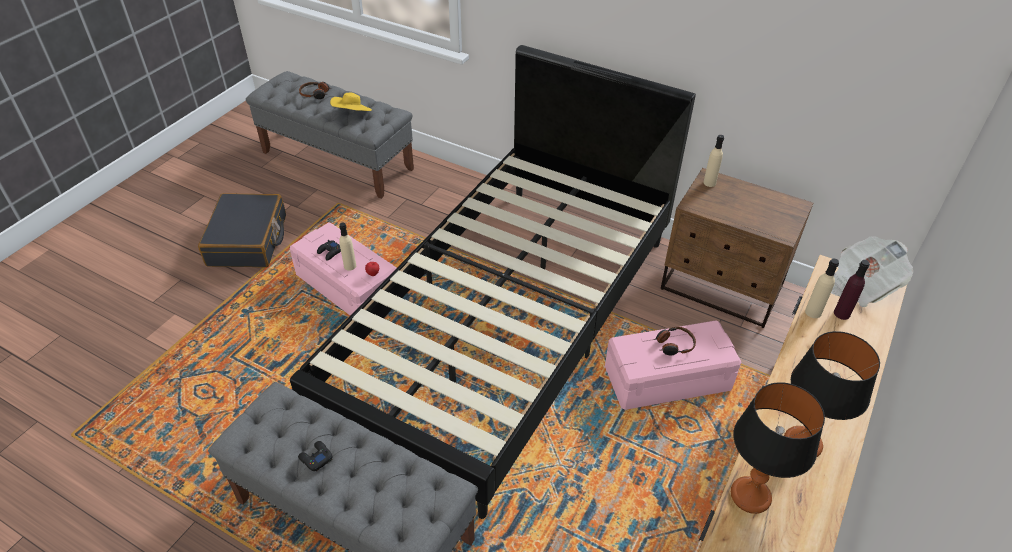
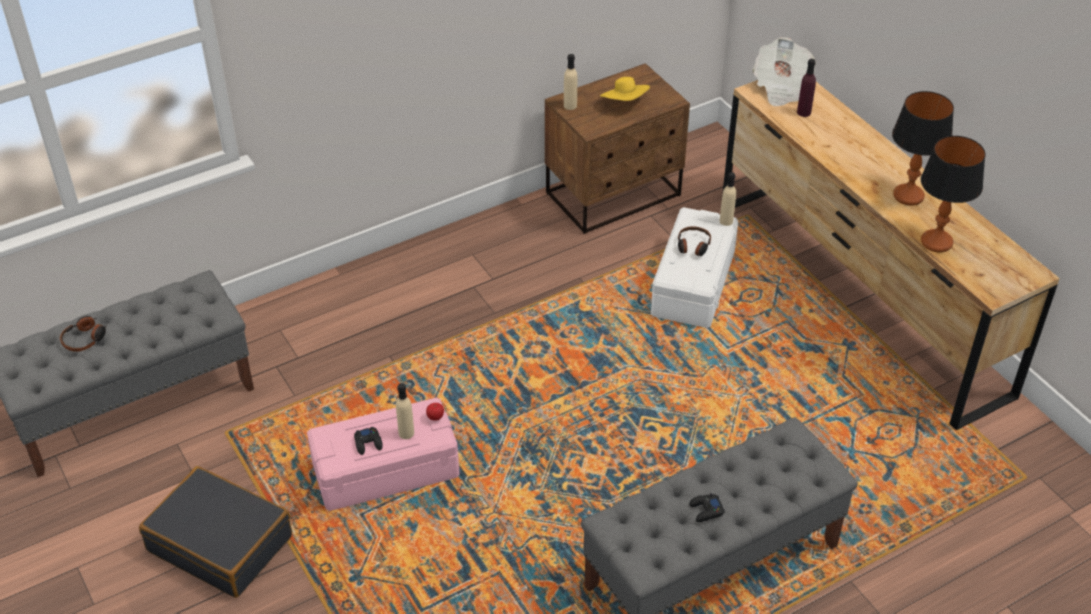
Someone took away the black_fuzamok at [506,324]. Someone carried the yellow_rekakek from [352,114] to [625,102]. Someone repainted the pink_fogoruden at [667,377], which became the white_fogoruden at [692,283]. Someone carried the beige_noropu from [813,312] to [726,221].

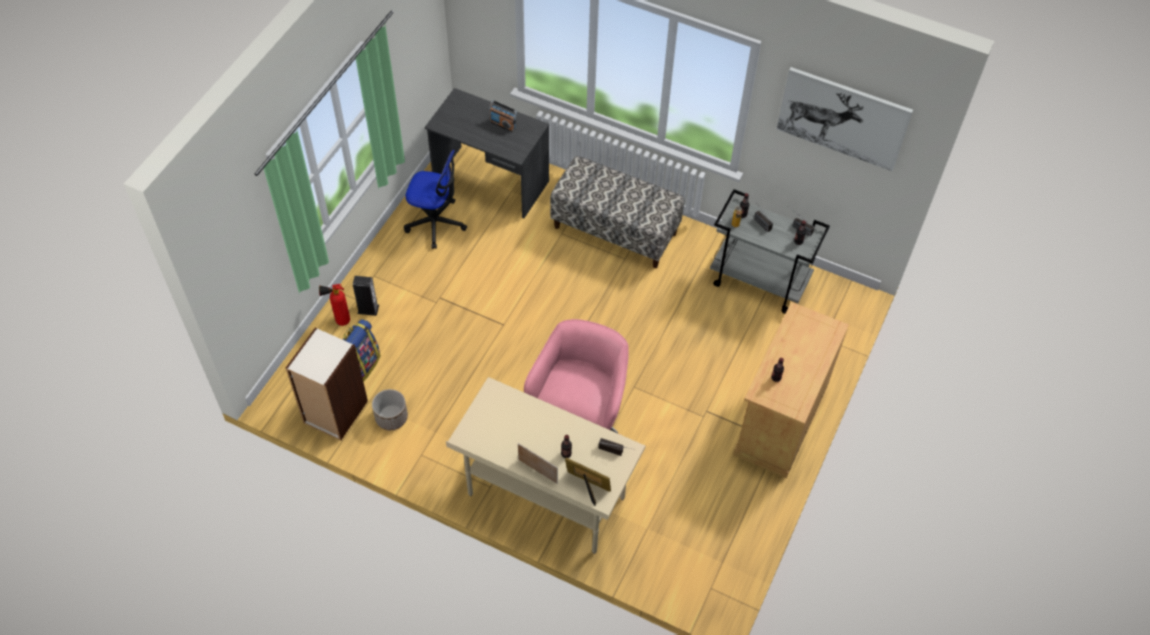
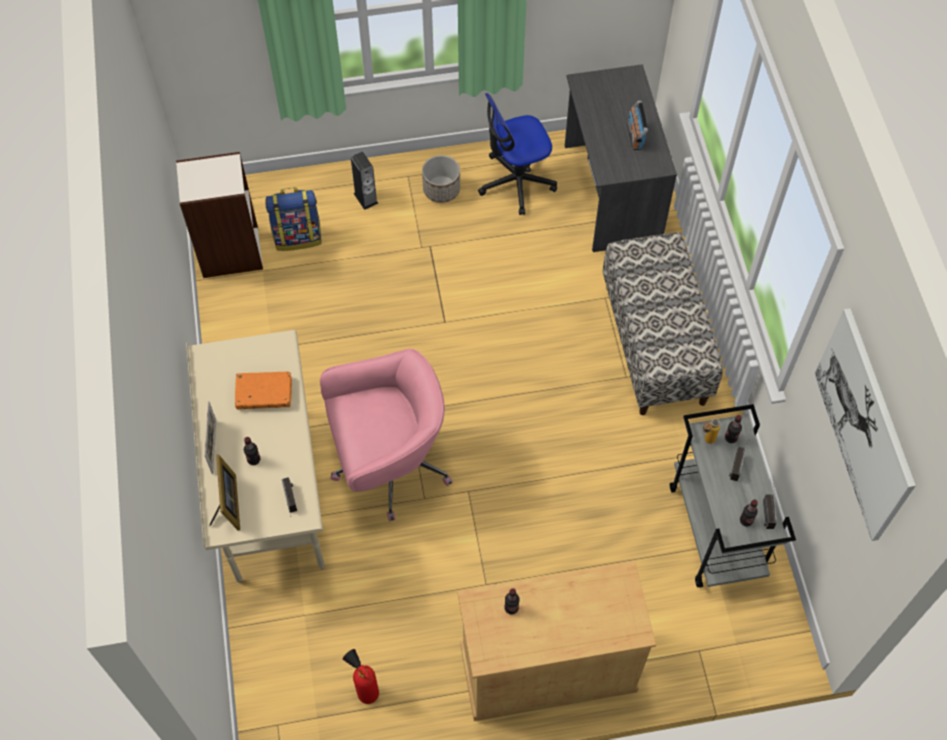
Someone carried the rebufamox from [339,321] to [365,690]. Someone carried the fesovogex from [391,417] to [441,189]. Someone rotated the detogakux at [435,223] by 90 degrees clockwise. Someone put down the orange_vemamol at [264,394].

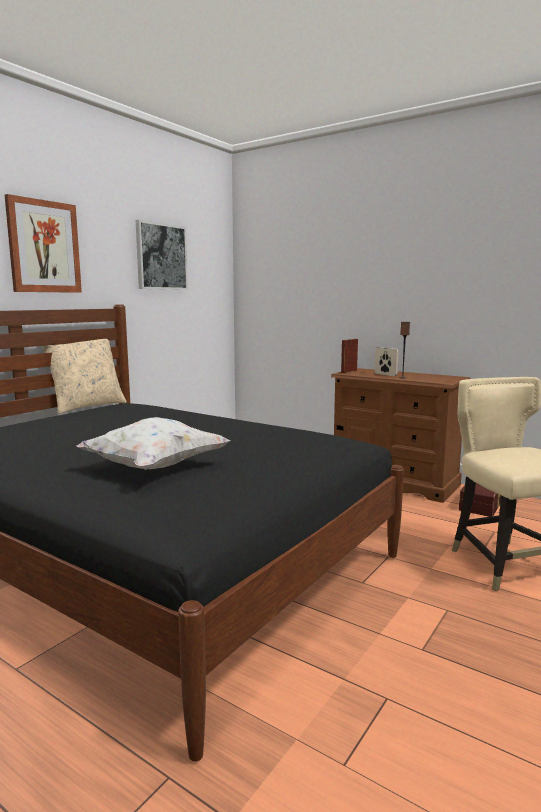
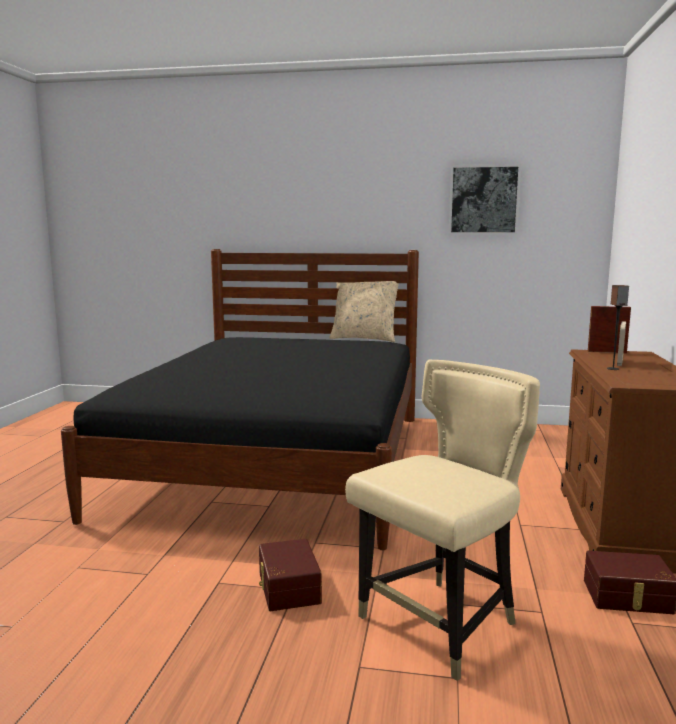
Someone took away the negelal at [44,247]. Someone took away the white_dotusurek at [155,467]. Someone put down the brown_fogoruden at [287,588].

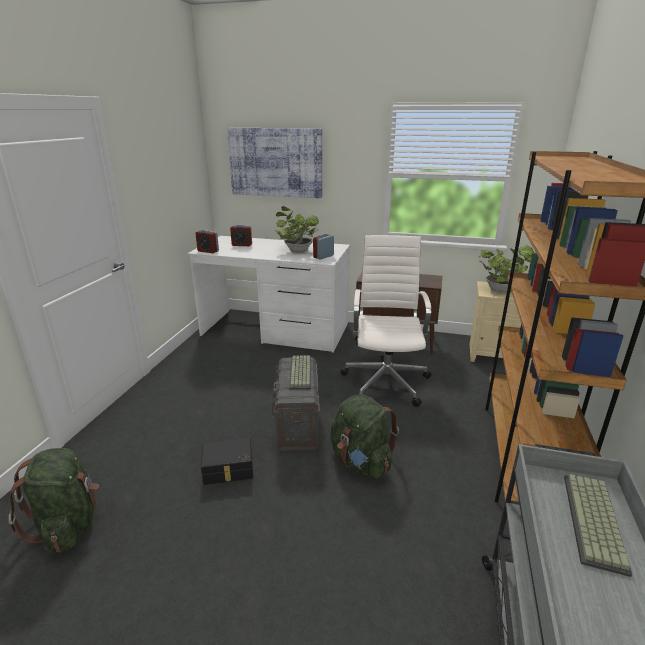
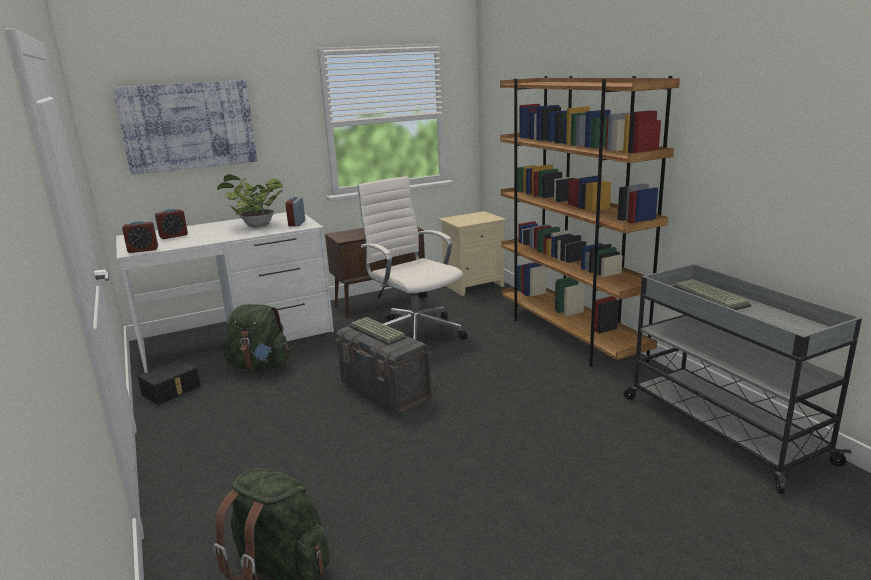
Someone carried the black_fogoruden from [228,470] to [172,390]. Someone carried the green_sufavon from [361,462] to [260,366]. Someone took away the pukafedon at [502,290].

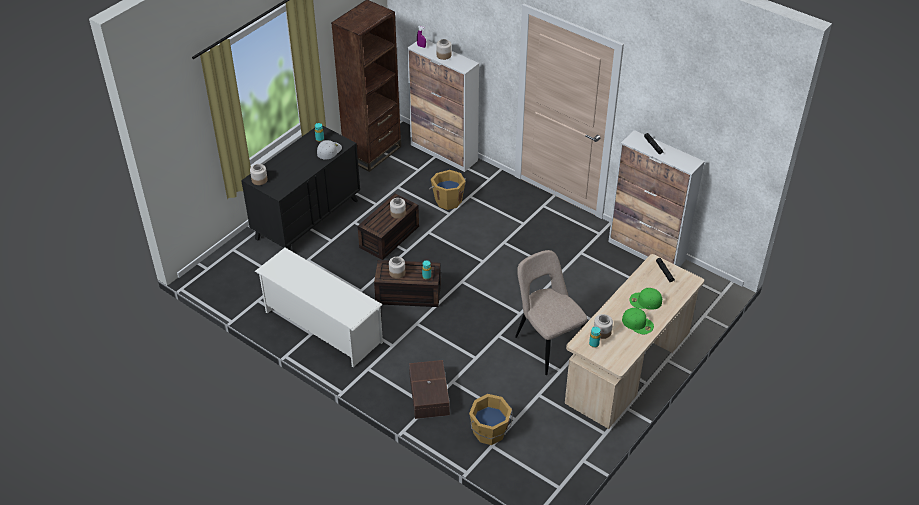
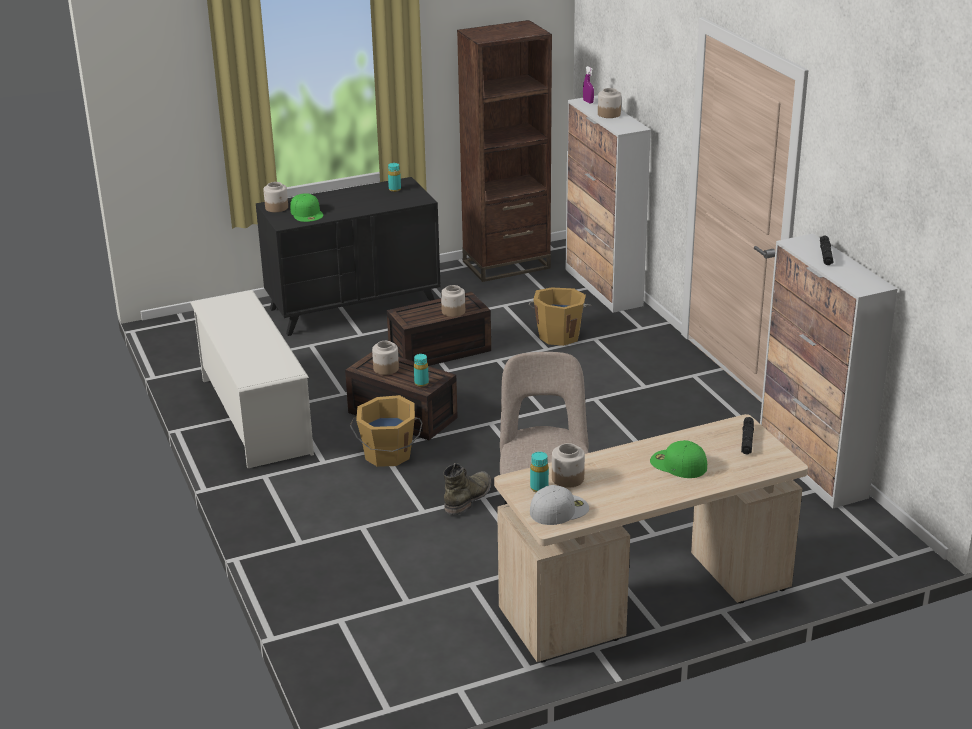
Someone carried the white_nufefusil from [329,150] to [559,509]. Someone took away the brown_fogoruden at [428,396]. Someone carried the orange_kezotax from [490,432] to [388,454]. Someone carried the green_nufefusil from [638,323] to [307,213]. Someone put down the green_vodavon at [469,497].

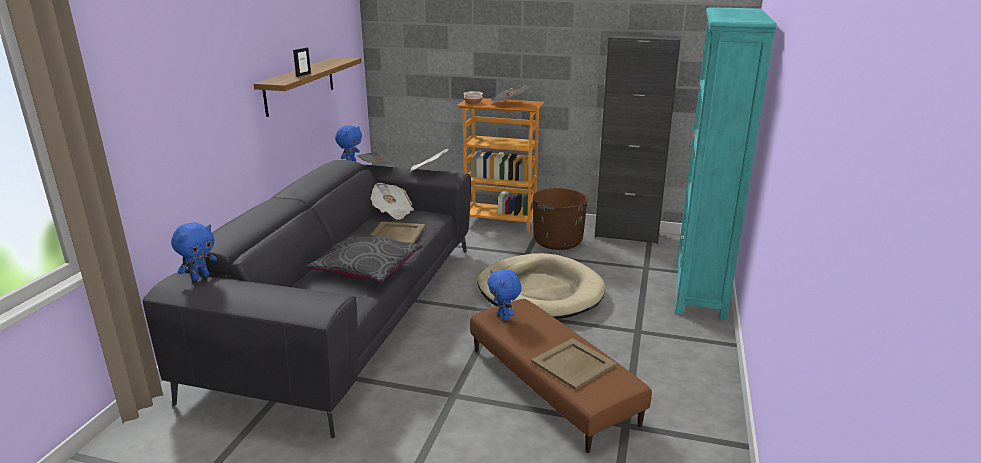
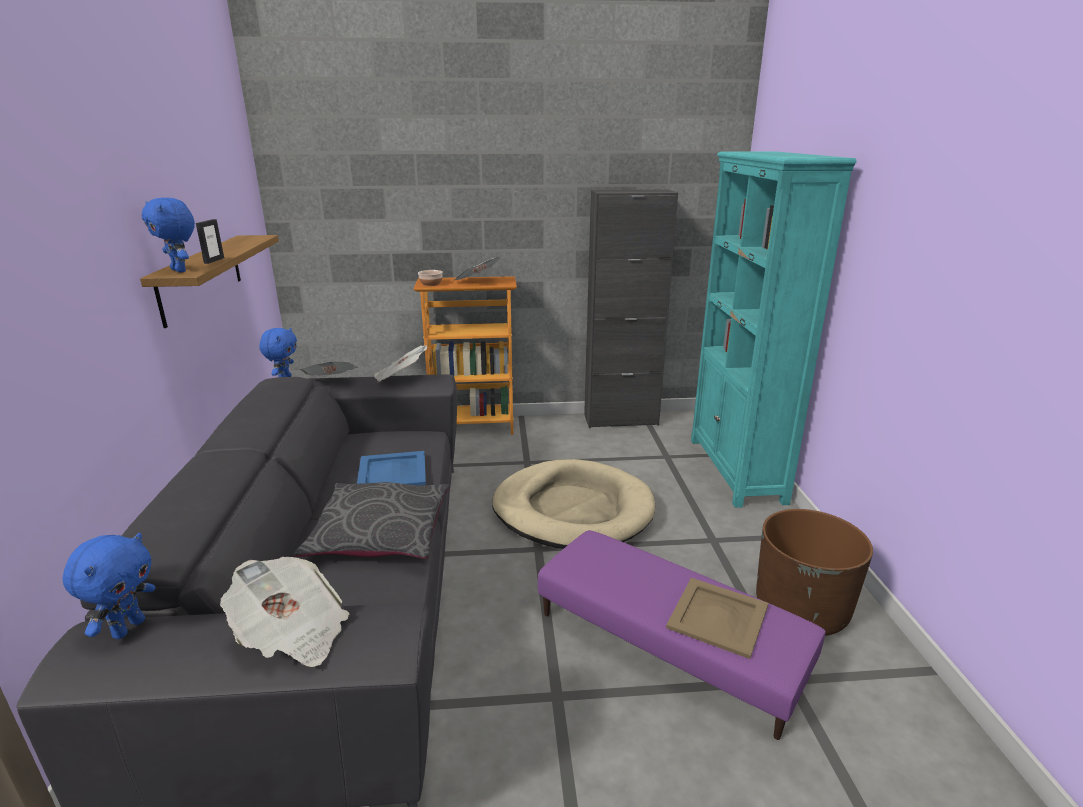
Someone carried the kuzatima from [392,212] to [292,633]. Someone repainted the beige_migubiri at [397,233], which became the blue_migubiri at [393,471]. Someone repainted the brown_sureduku at [552,385], which became the purple_sureduku at [669,643]. Someone carried the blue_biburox from [504,317] to [180,270]. Someone carried the brown_fesovogex from [558,242] to [801,609].

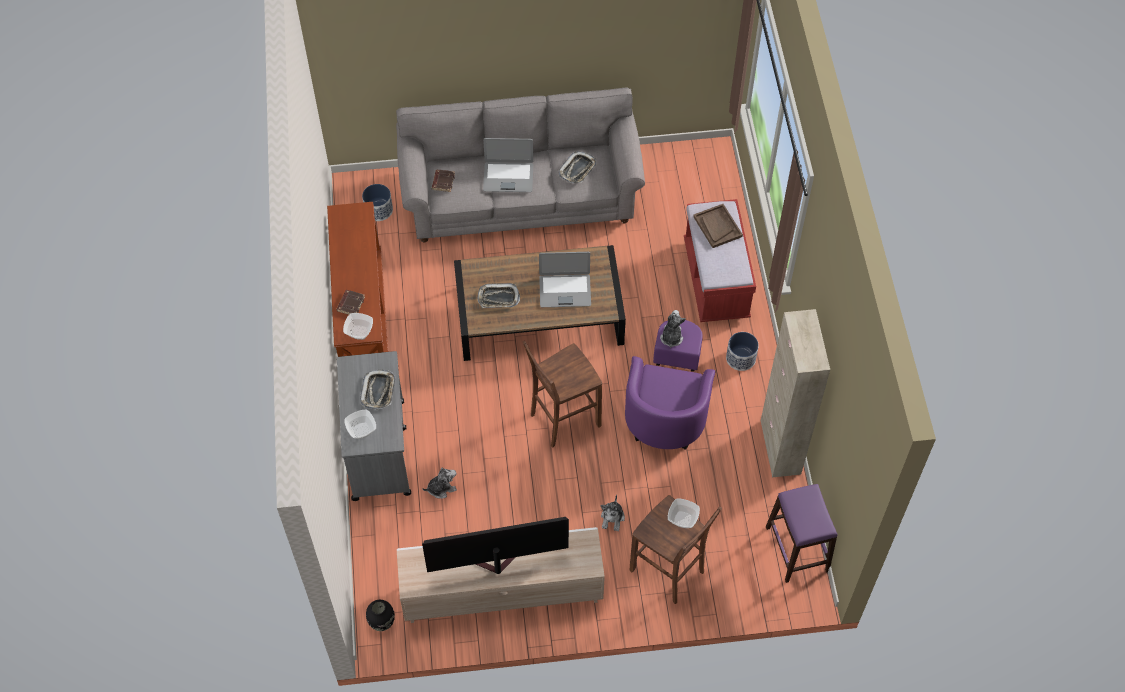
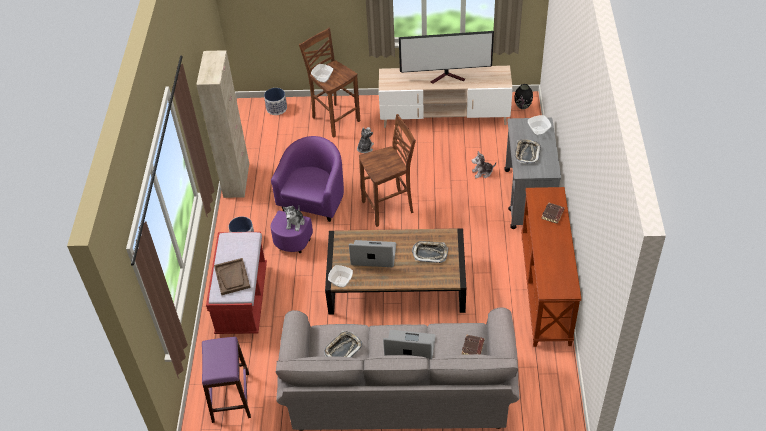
Someone carried the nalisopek from [359,333] to [341,281]. Someone carried the fesovogex from [378,210] to [277,108]. Someone carried the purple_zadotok from [797,549] to [230,397].

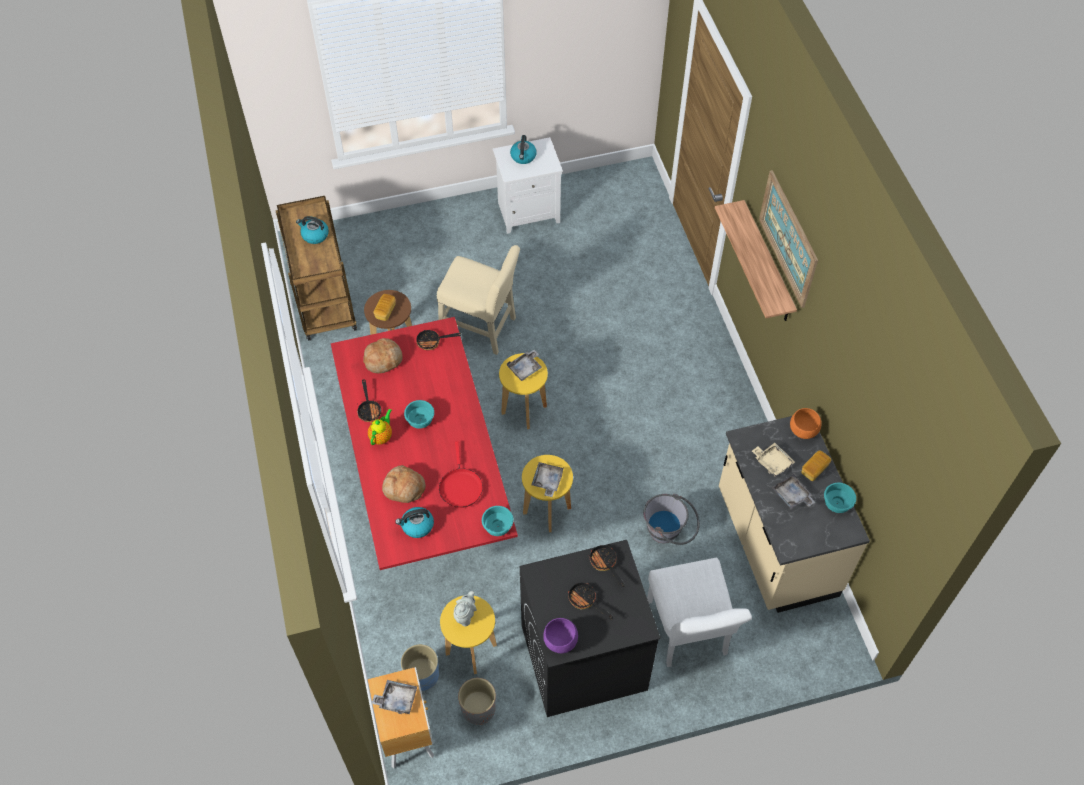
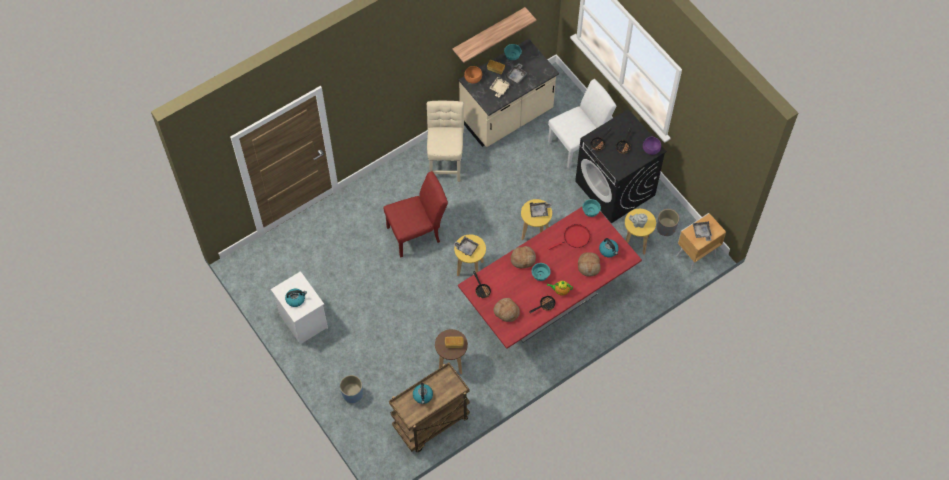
Someone carried the blue_fesovogex from [422,675] to [352,394]. Someone carried the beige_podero from [481,328] to [446,160]. Someone took away the grey_kezotax at [669,532]. Someone carried the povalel from [767,264] to [488,33]. Someone took away the negelal at [788,238]. Someone put down the red_podero at [417,233]. Someone put down the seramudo at [523,259].

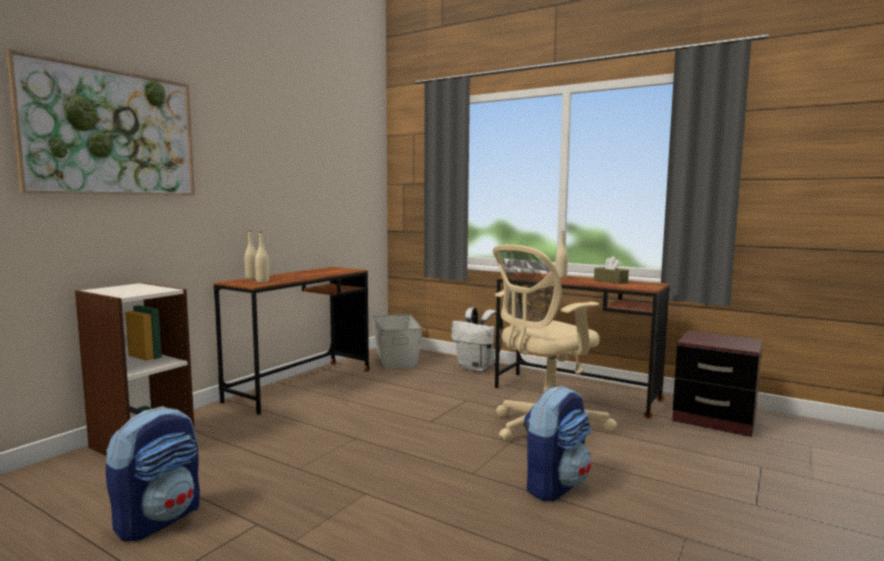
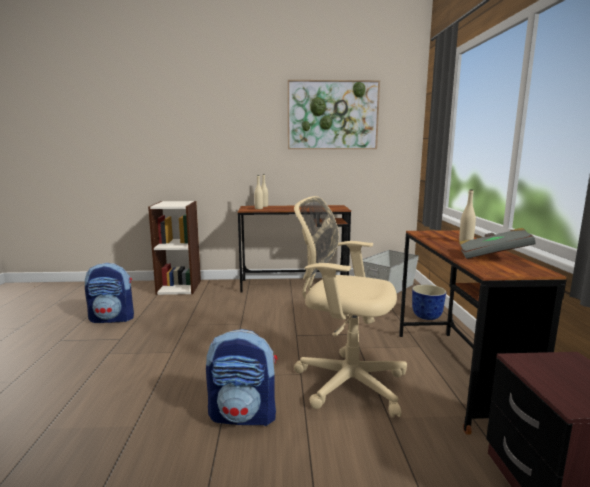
Someone carried the negelal from [110,133] to [332,115]. Someone swapped the white_sufavon at [477,368] for the fesovogex at [427,317]. Someone swapped the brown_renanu at [610,281] for the grey_vemamol at [492,256].

